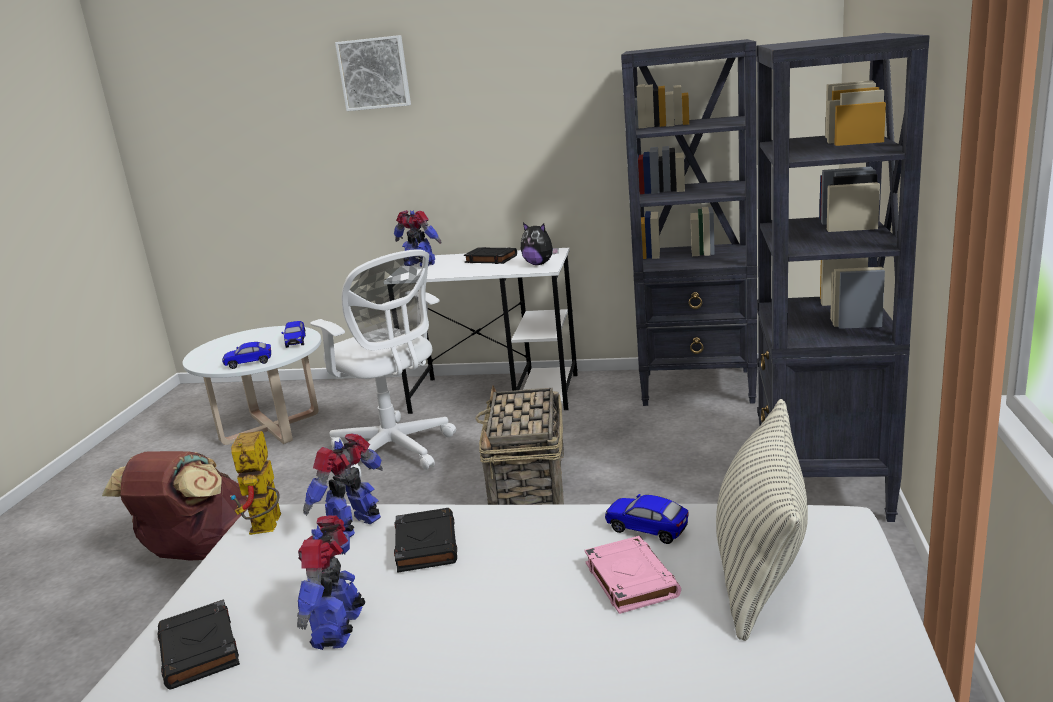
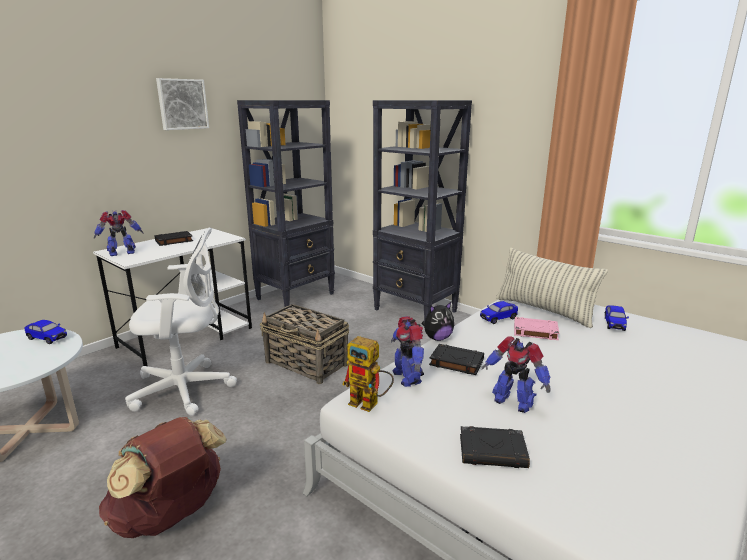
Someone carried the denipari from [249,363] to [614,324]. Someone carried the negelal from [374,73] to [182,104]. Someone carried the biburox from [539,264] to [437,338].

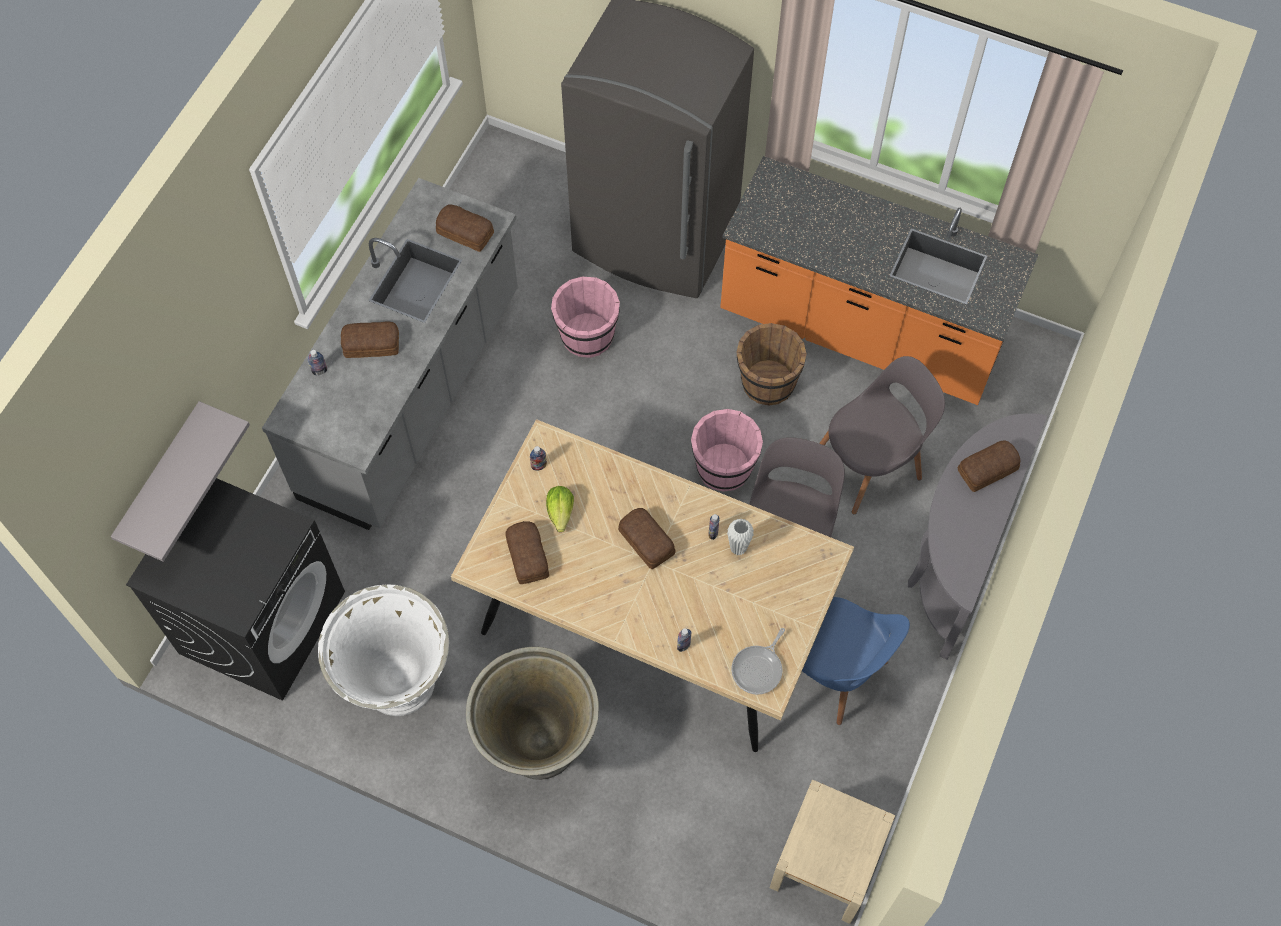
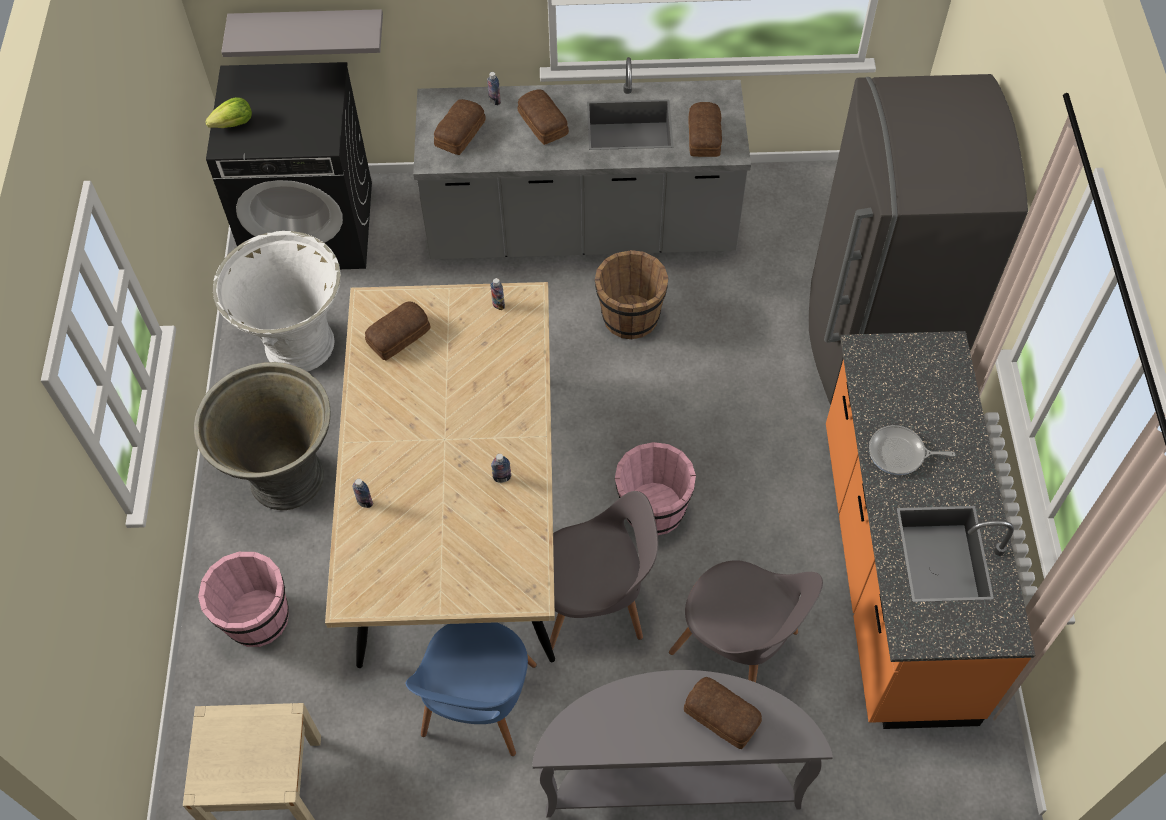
Someone carried the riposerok from [560,512] to [234,124]. Someone carried the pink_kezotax from [587,336] to [256,618]. Someone carried the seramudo from [646,543] to [458,133]. Someone took away the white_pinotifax at [738,548]. Someone carried the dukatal from [758,669] to [899,454]. Someone carried the brown_kezotax from [767,383] to [630,316].

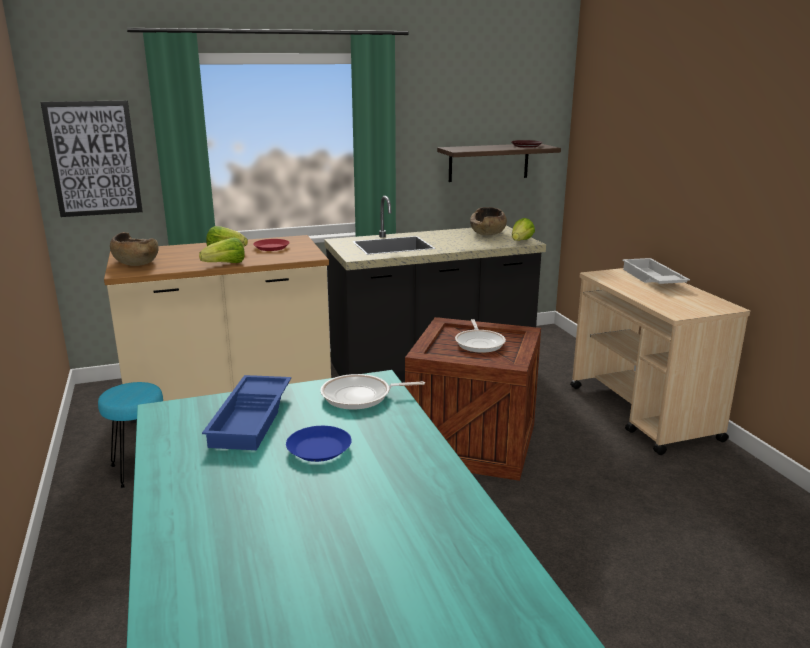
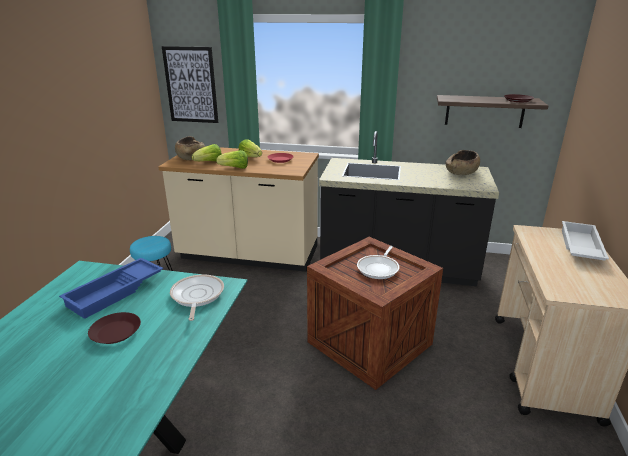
Someone repainted the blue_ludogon at [319,448], which became the brown_ludogon at [116,332]. Someone rotated the dukatal at [360,396] by 60 degrees clockwise. Someone carried the riposerok from [521,241] to [209,162].

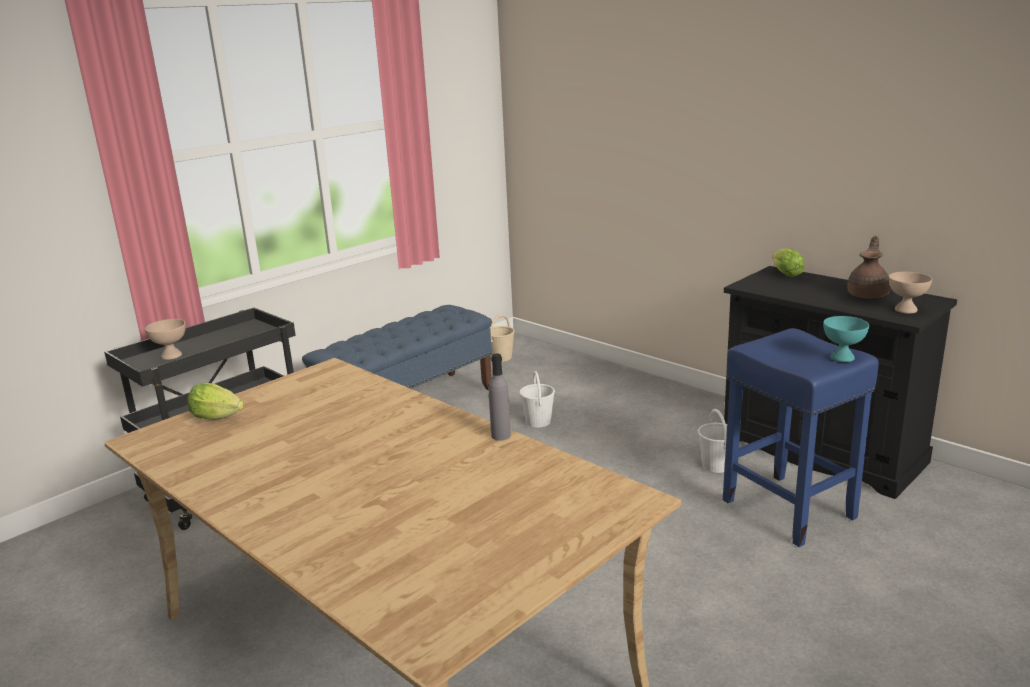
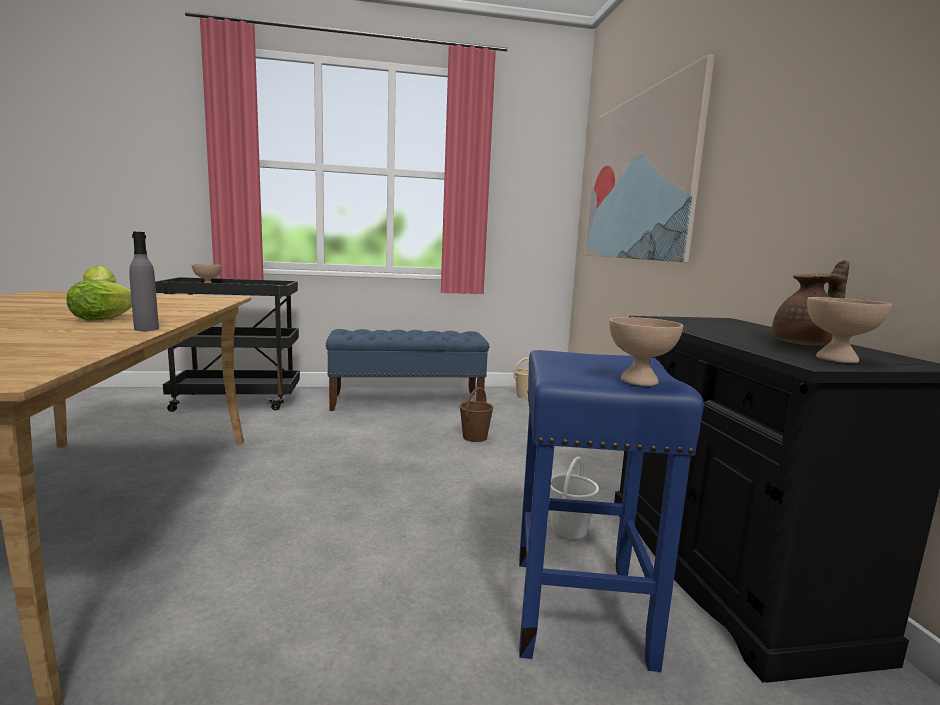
Someone repainted the white_kezotax at [538,421], which became the brown_kezotax at [475,437]. Someone carried the riposerok from [784,273] to [107,319]. Someone repainted the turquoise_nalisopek at [842,358], which became the beige_nalisopek at [638,381]. Someone put up the negelal at [639,178].

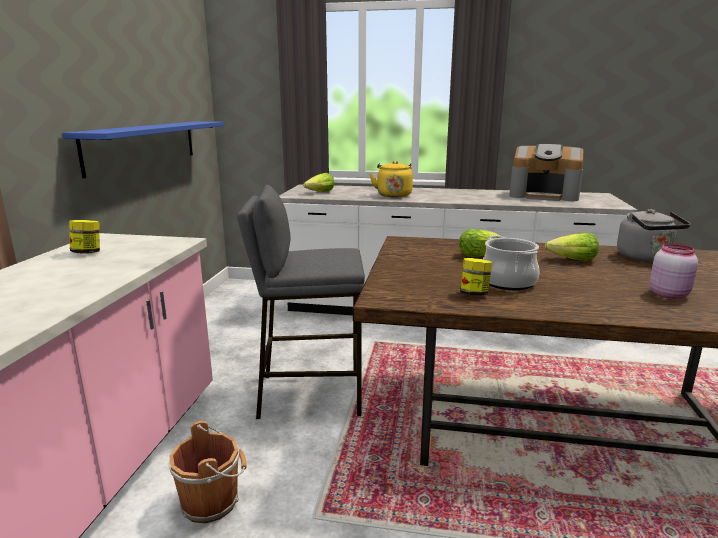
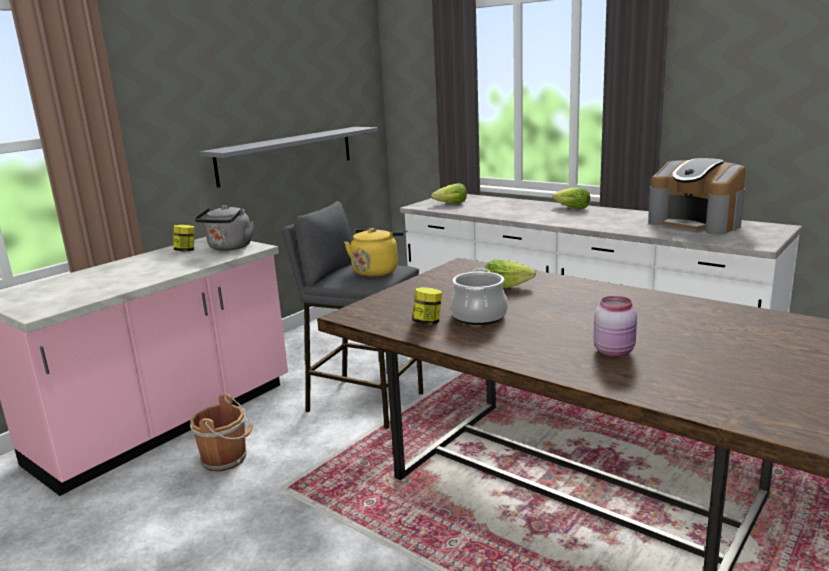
Someone repainted the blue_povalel at [144,145], which became the grey_povalel at [287,155]. Someone carried the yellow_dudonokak from [393,195] to [376,271]. Someone carried the riposerok from [572,260] to [571,208]. Someone carried the grey_dudonokak from [645,258] to [229,248].

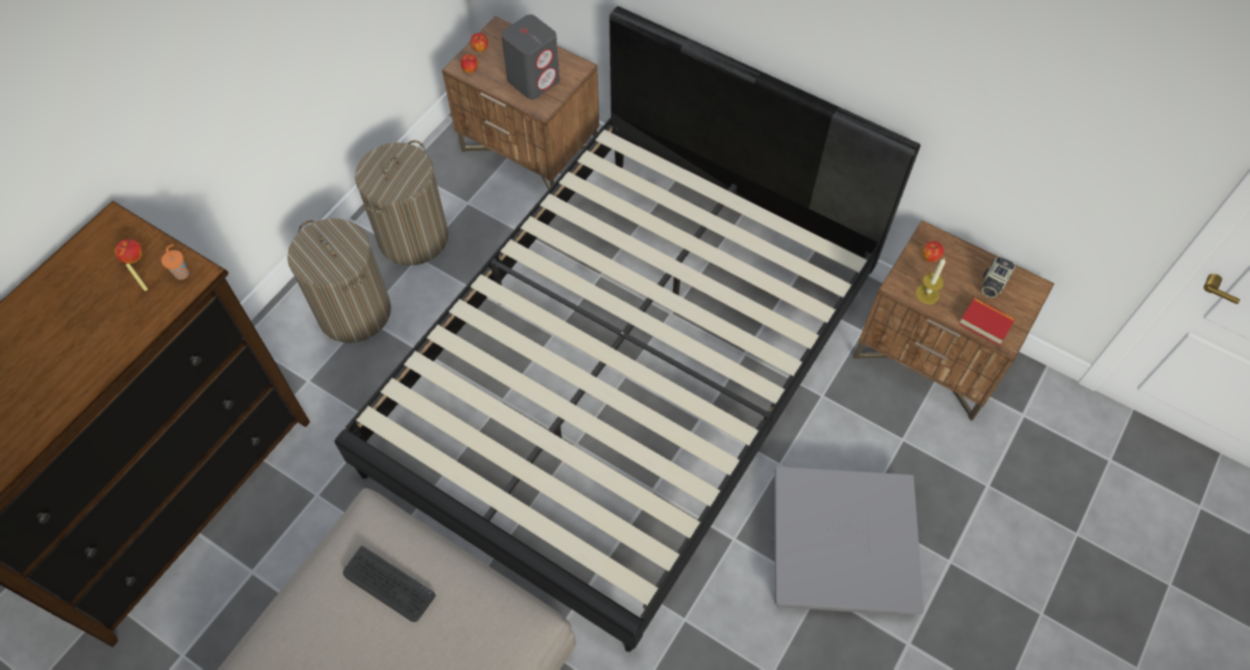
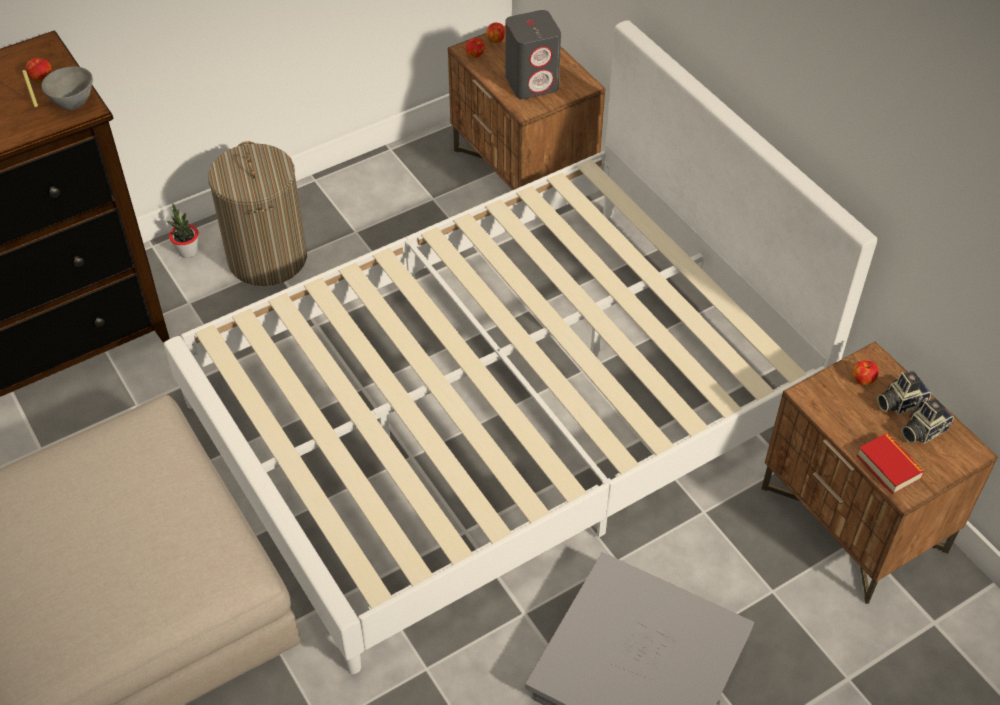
Someone swapped the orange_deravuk at [182,273] for the grey_nalisopek at [73,103]. Someone repainted the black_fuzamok at [626,375], which became the white_fuzamok at [501,412]. Someone took away the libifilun at [388,584]. Someone took away the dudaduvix at [413,237]. Someone took away the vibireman at [927,294]. Someone put down the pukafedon at [187,251]. Someone put down the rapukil at [899,402].

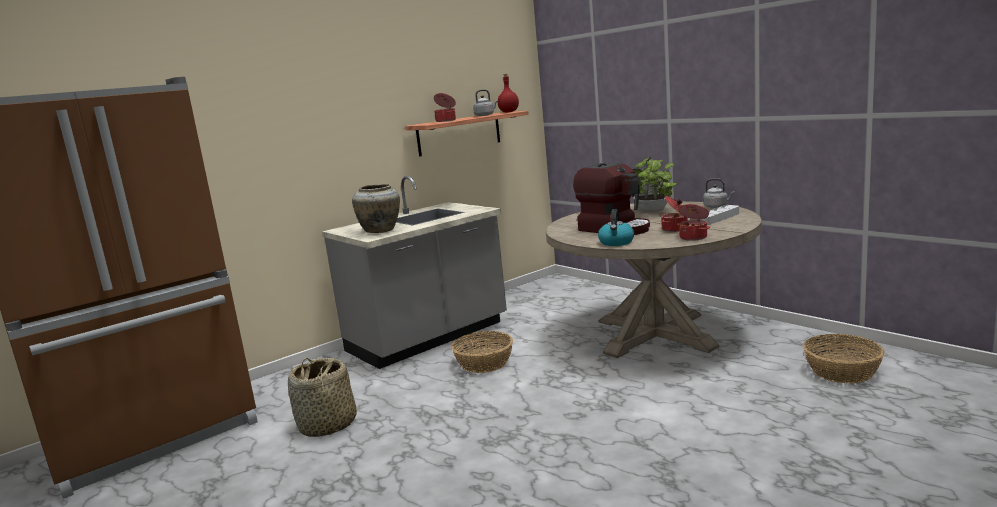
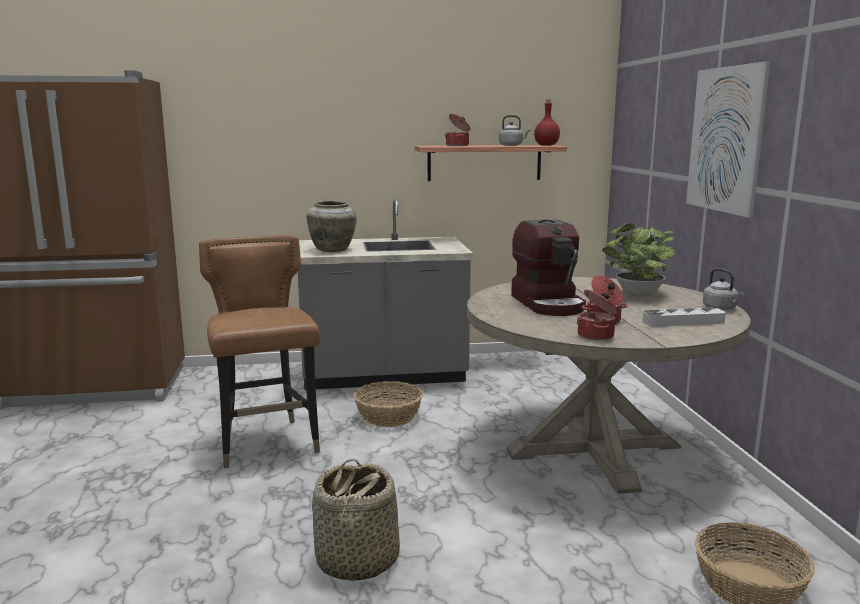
Someone carried the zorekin from [327,425] to [356,561]. Someone took away the dudonokak at [616,242]. Someone put down the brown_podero at [267,443]. Someone put up the negelal at [725,140].

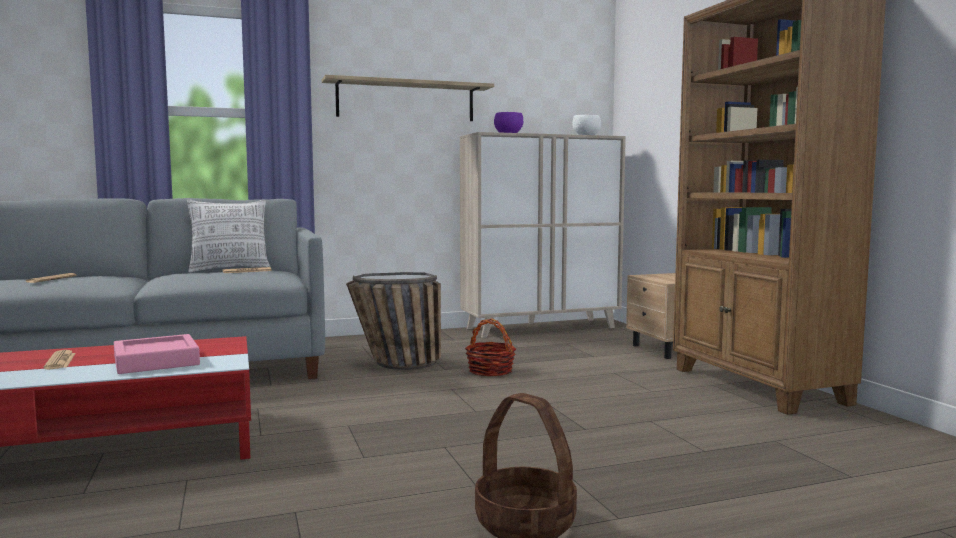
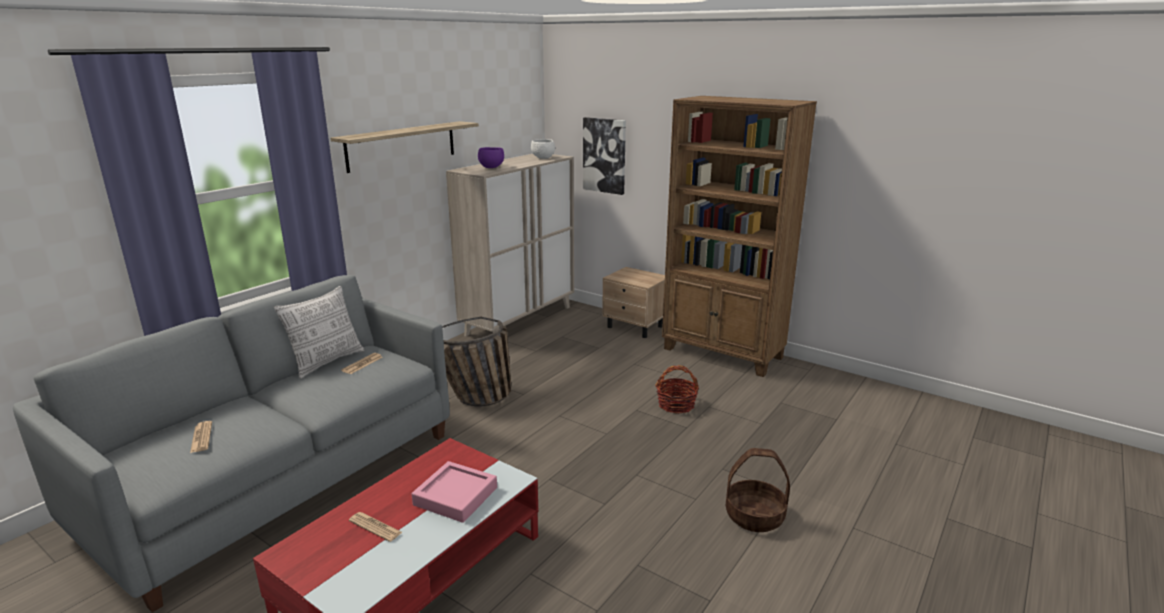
Someone carried the zorekin from [490,371] to [676,405]. Someone put up the negelal at [604,155].

